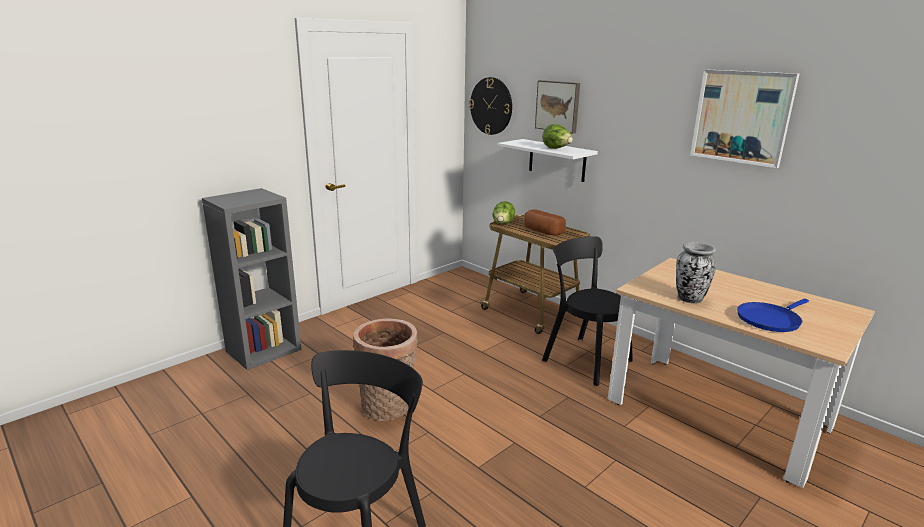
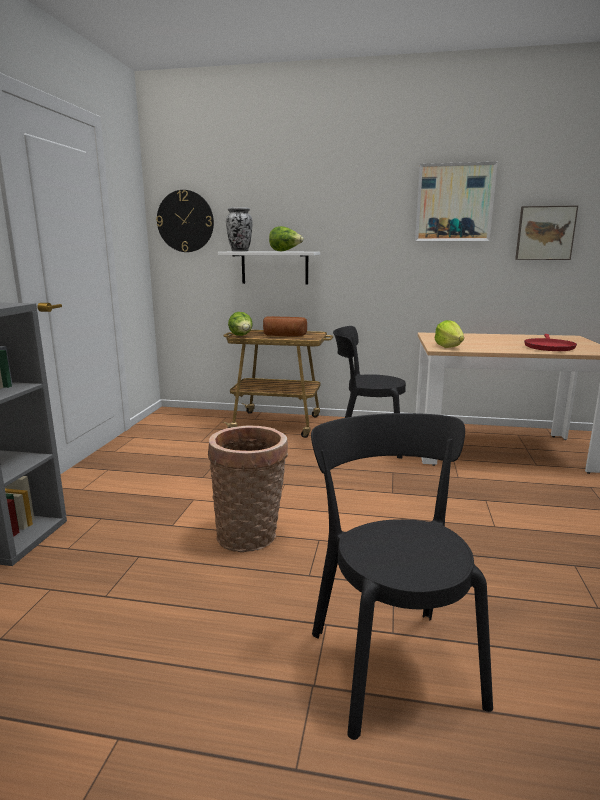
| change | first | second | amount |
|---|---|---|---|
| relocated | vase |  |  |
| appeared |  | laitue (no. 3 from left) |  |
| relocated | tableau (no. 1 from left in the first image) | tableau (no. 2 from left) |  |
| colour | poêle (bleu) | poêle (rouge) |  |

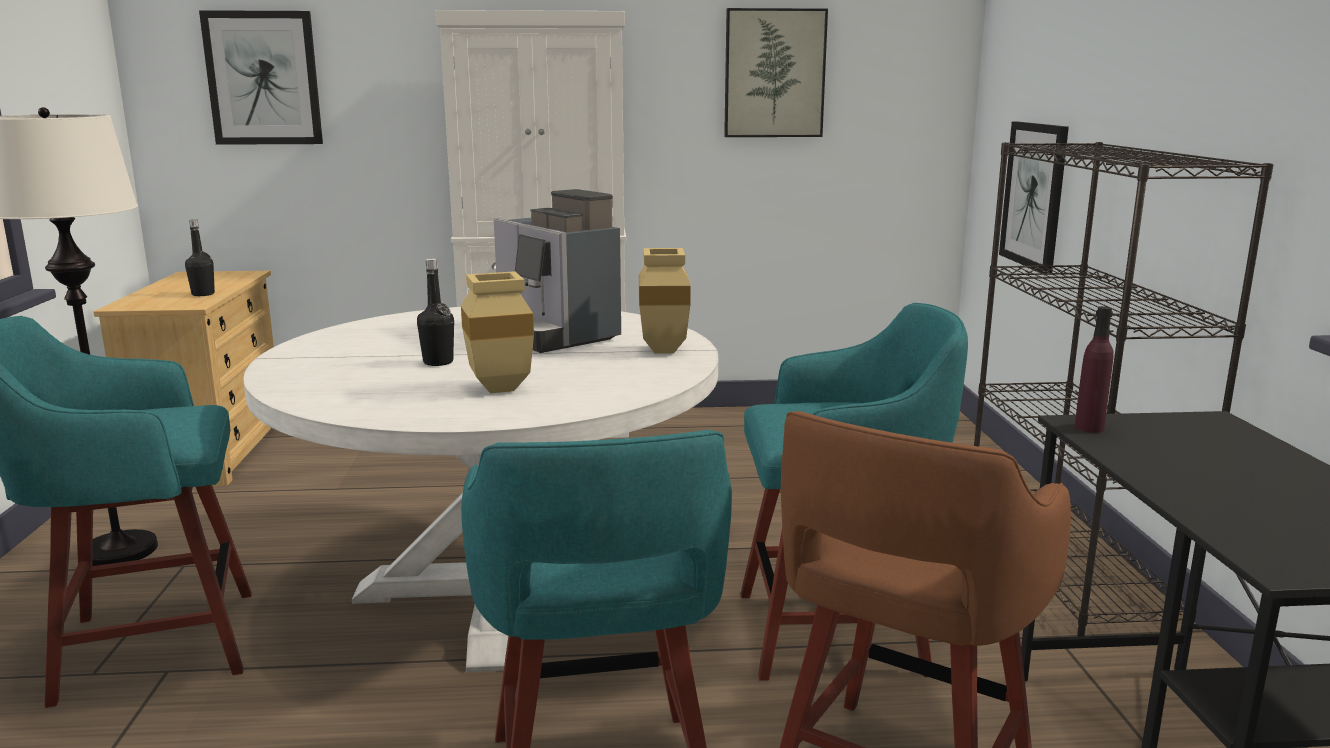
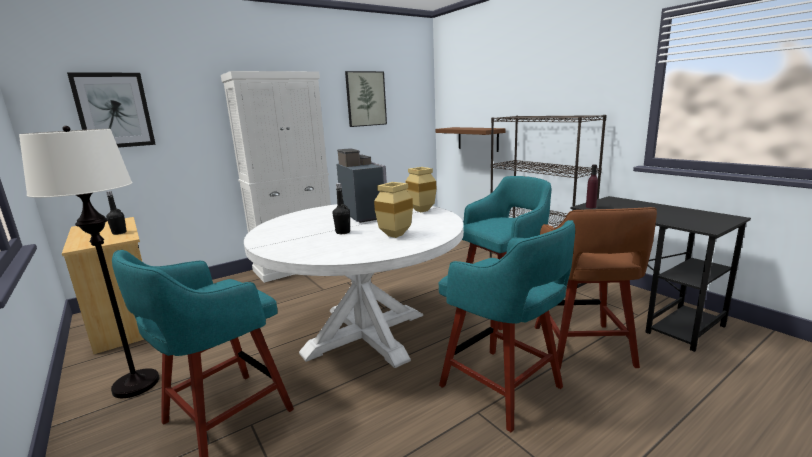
| change | first | second | amount |
|---|---|---|---|
| spun | machine à café |  | 135 degrees counterclockwise |
| exchanged | tableau (no. 3 from left) | étagère (marron) |  |

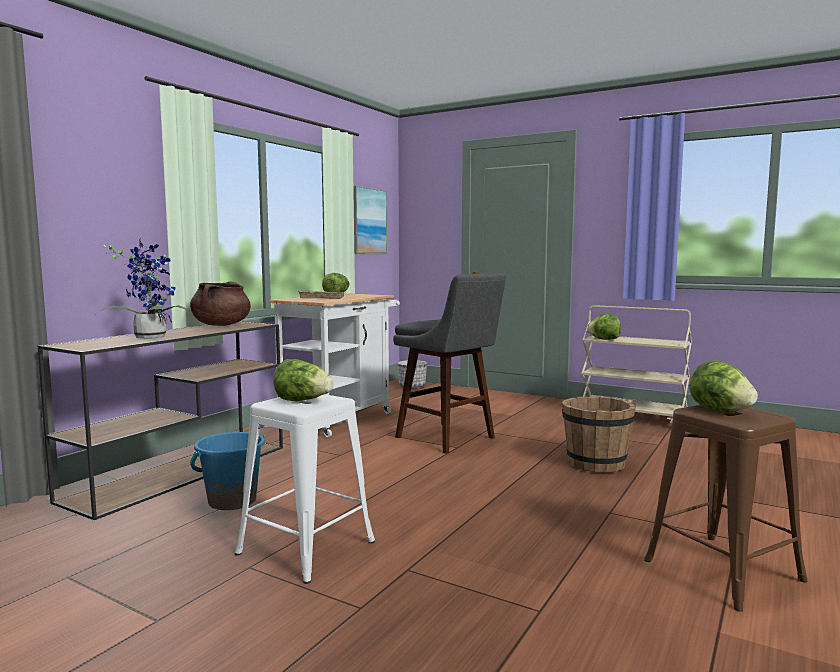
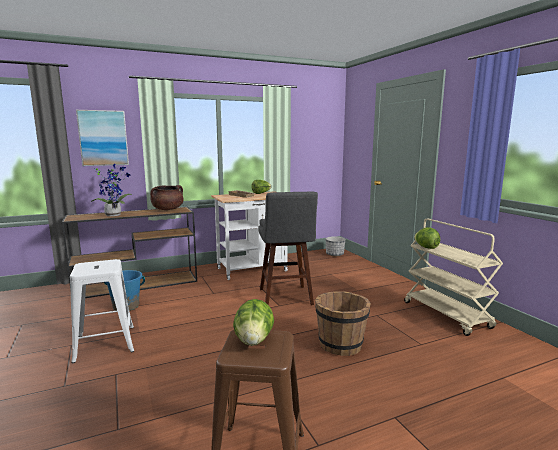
| change | first | second | amount |
|---|---|---|---|
| relocated | tableau |  |  |
| missing | laitue (no. 1 from left) |  |  |

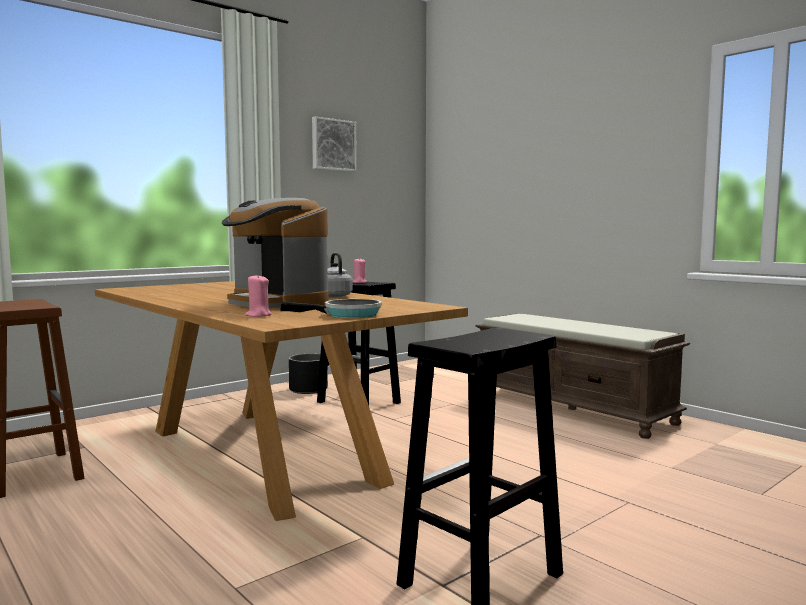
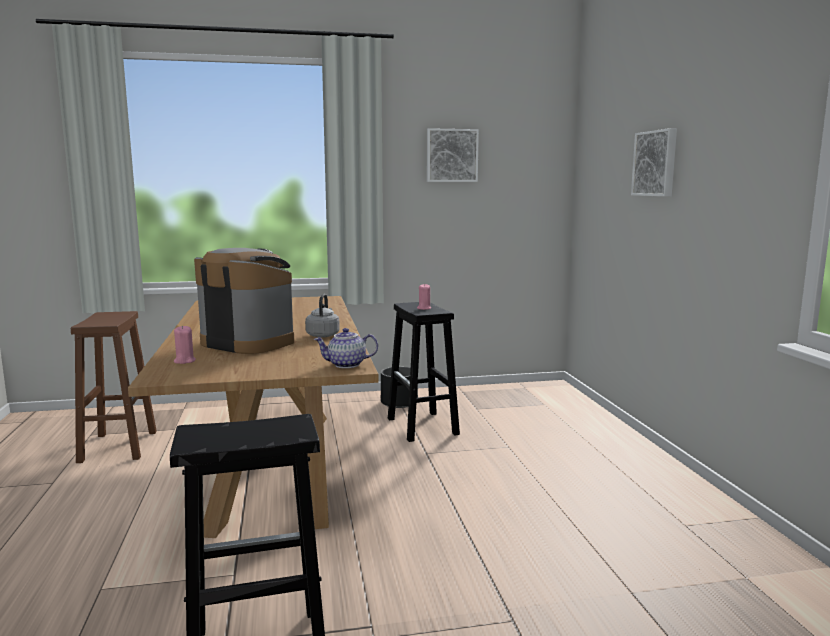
| change | first | second | amount |
|---|---|---|---|
| spun | machine à café |  | 135 degrees clockwise |
| appeared |  | théière |  |
| appeared |  | tableau (no. 2 from left) |  |
| missing | poêle |  |  |
| missing | banc (marron) |  |  |

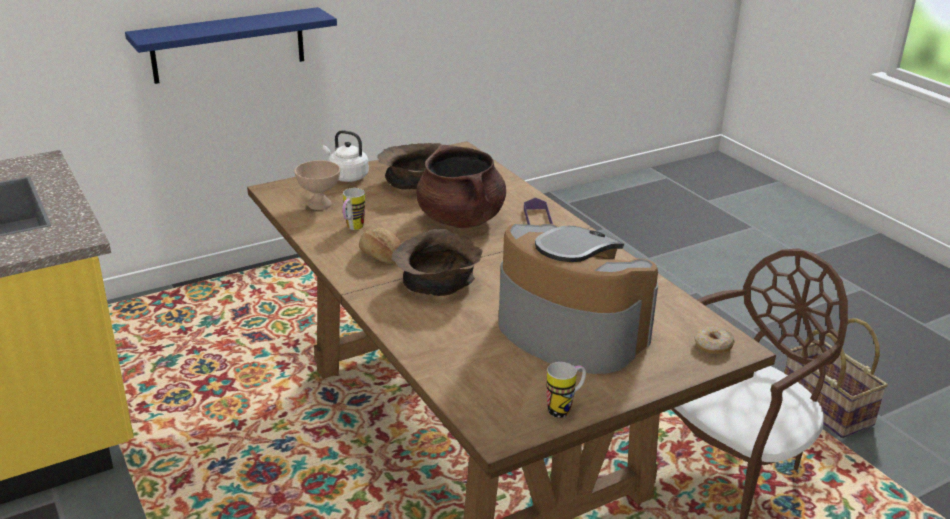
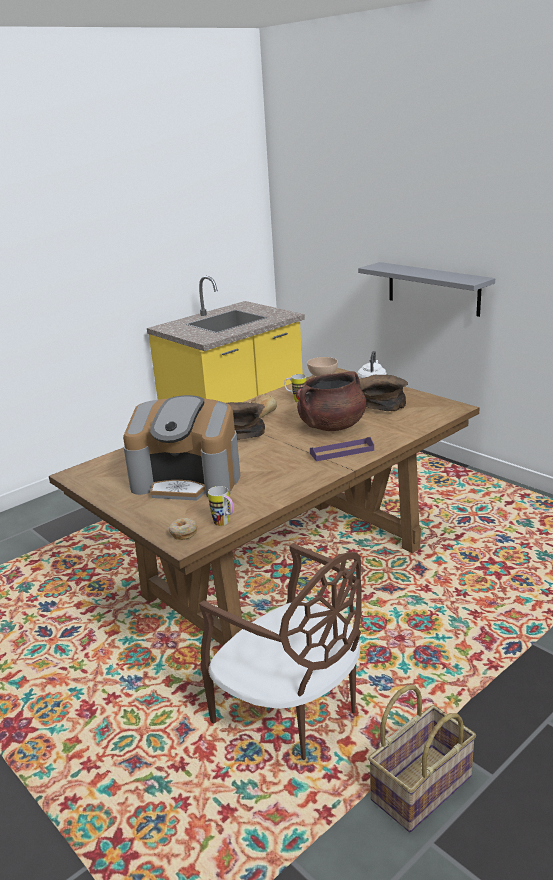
| change | first | second | amount |
|---|---|---|---|
| spun | machine à café |  | 75 degrees clockwise |
| relocated | mug (no. 2 from left in the first image) | mug (no. 1 from left) |  |
| colour | étagère (bleu) | étagère (gris) |  |

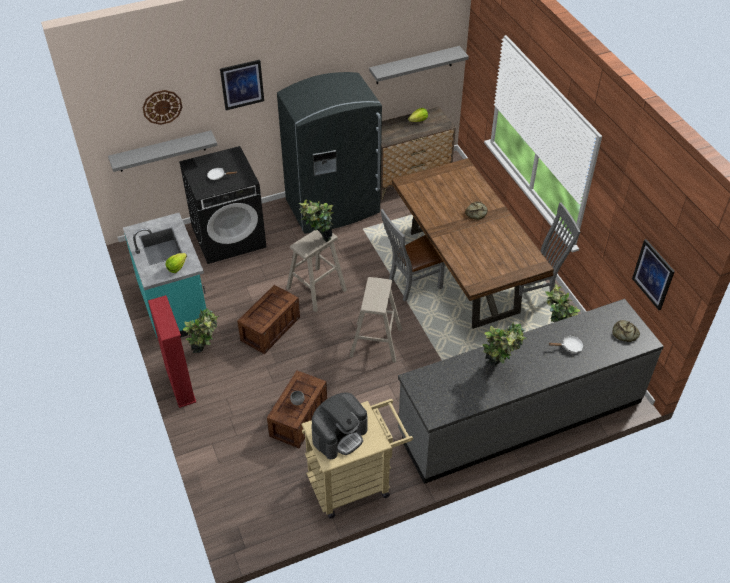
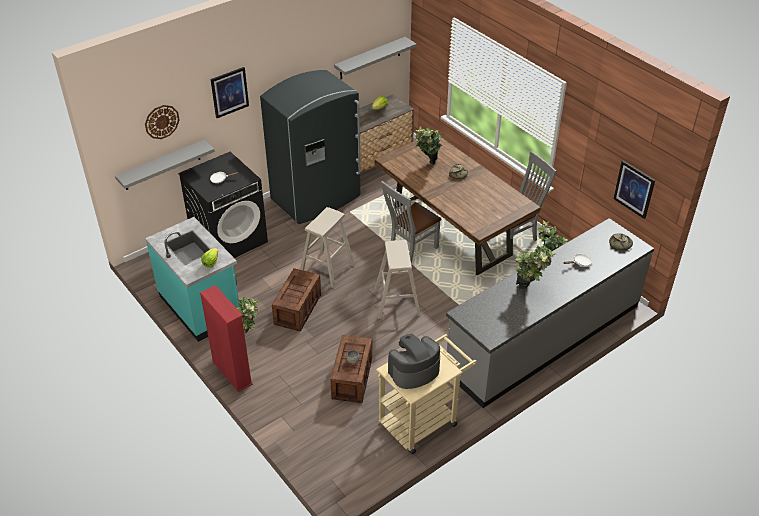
| change | first | second | amount |
|---|---|---|---|
| spun | machine à café |  | 150 degrees counterclockwise |
| relocated | plante en pot (no. 2 from left) |  |  |

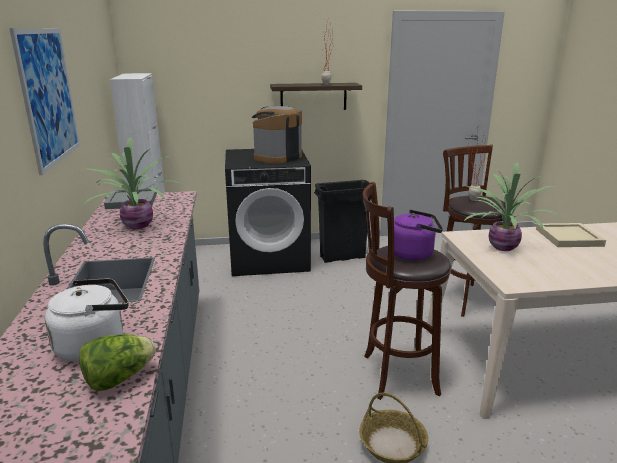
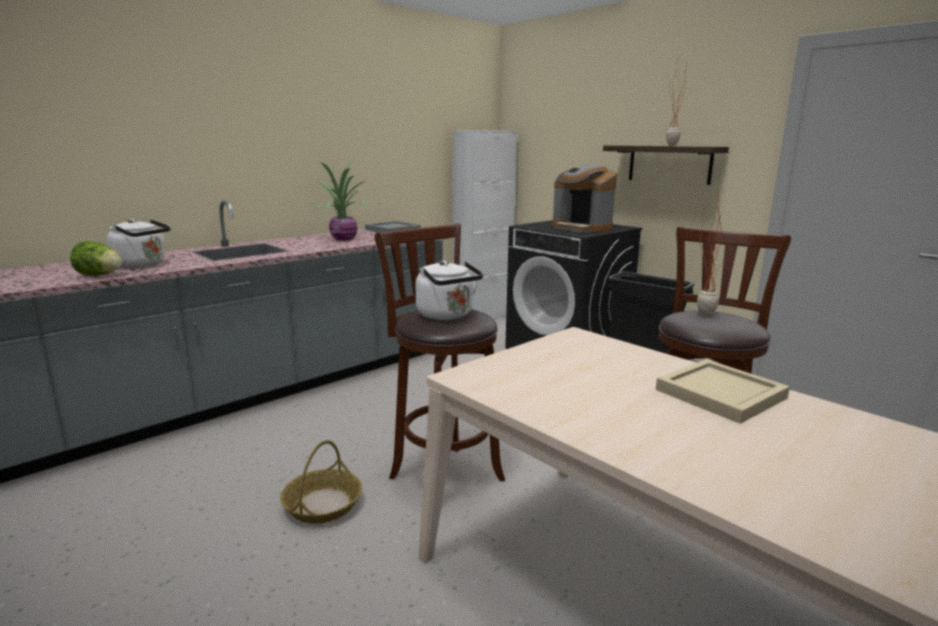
| change | first | second | amount |
|---|---|---|---|
| colour | bouilloire (violet) | bouilloire (blanc) (no. 2 from left) |  |
| spun | machine à café |  | 135 degrees counterclockwise |
| missing | tableau |  |  |
| missing | plante en pot (no. 4 from left) |  |  |

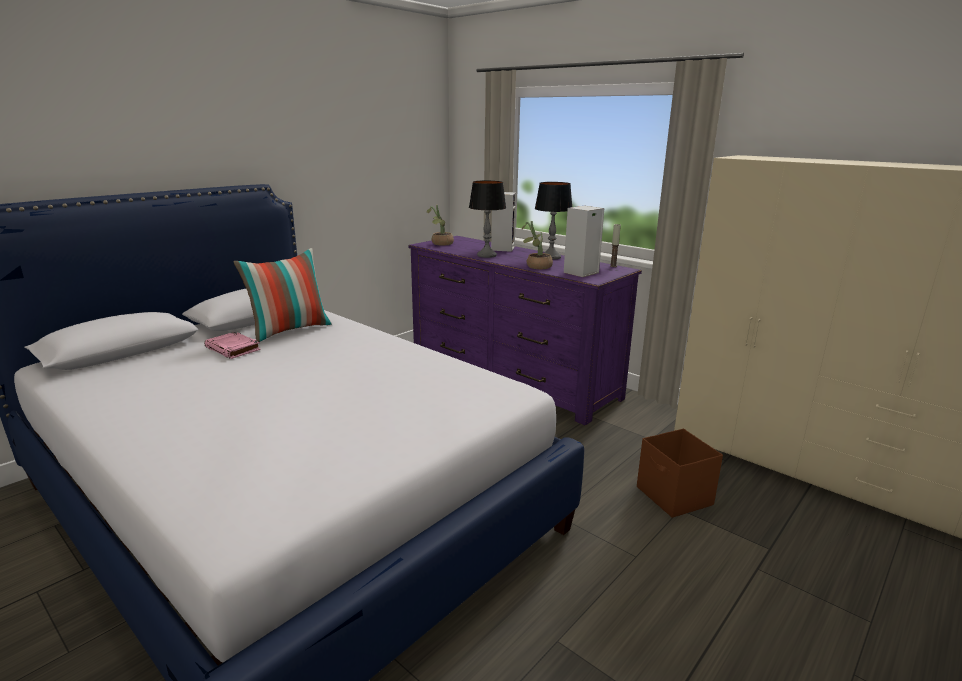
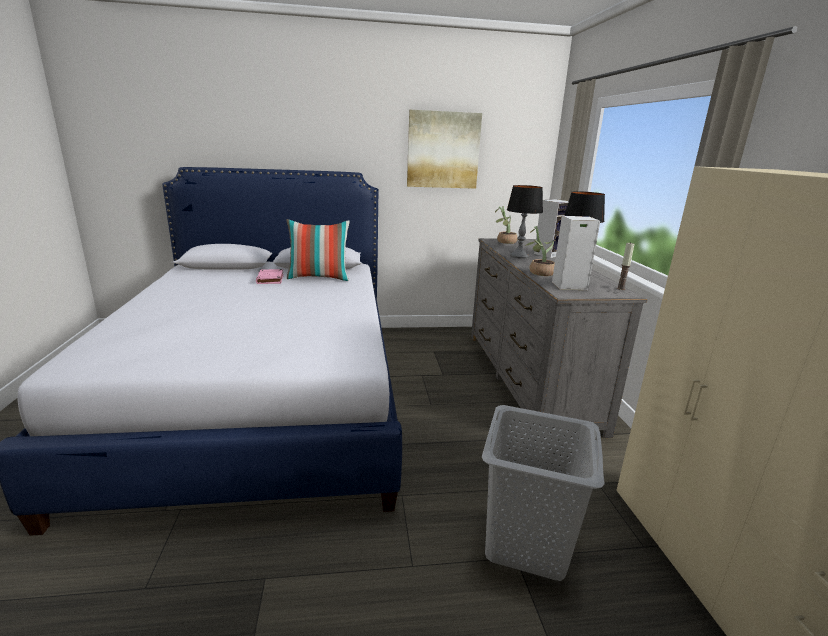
| change | first | second | amount |
|---|---|---|---|
| appeared |  | tableau |  |
| colour | commode (violet) | commode (gris) |  |
| exchanged | boîte de rangement (marron) | panier à linge (gris) |  |

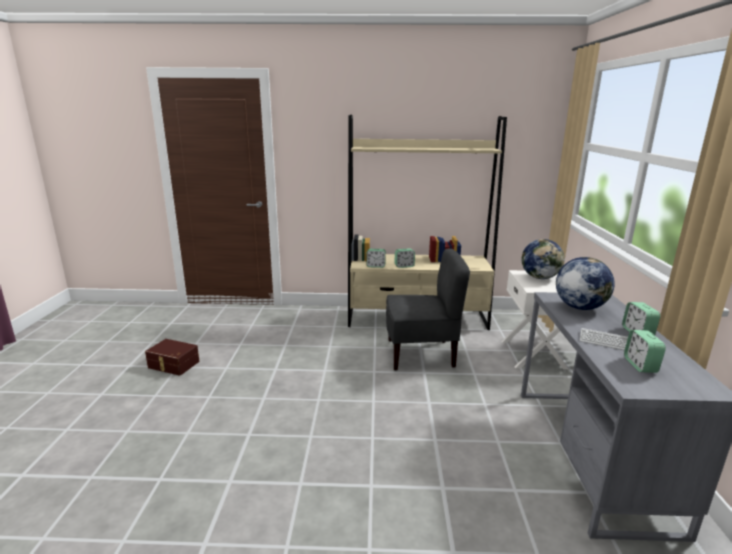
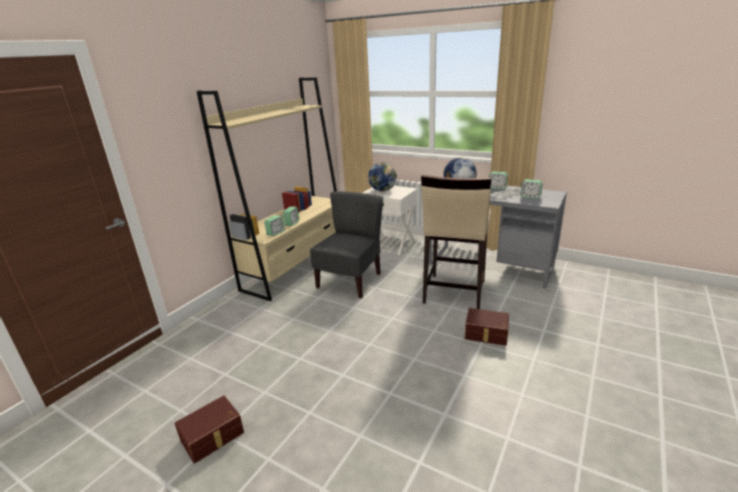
| change | first | second | amount |
|---|---|---|---|
| appeared |  | tabouret (beige) |  |
| appeared |  | boîte de rangement (marron) (no. 2 from left) |  |

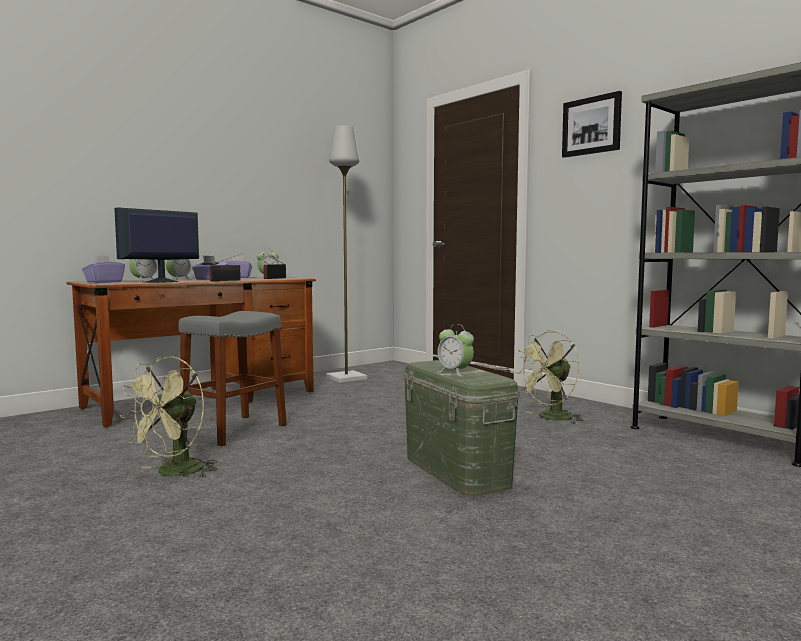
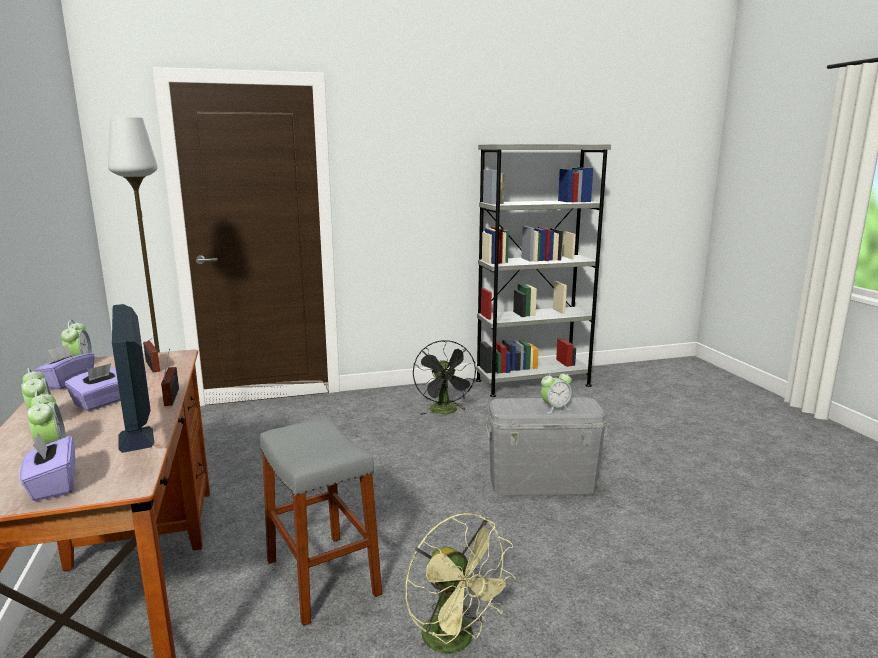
| change | first | second | amount |
|---|---|---|---|
| colour | ventilateur (vert) (no. 2 from left) | ventilateur (noir) |  |
| colour | boîte de rangement (vert) | boîte de rangement (gris) |  |
| missing | tableau |  |  |

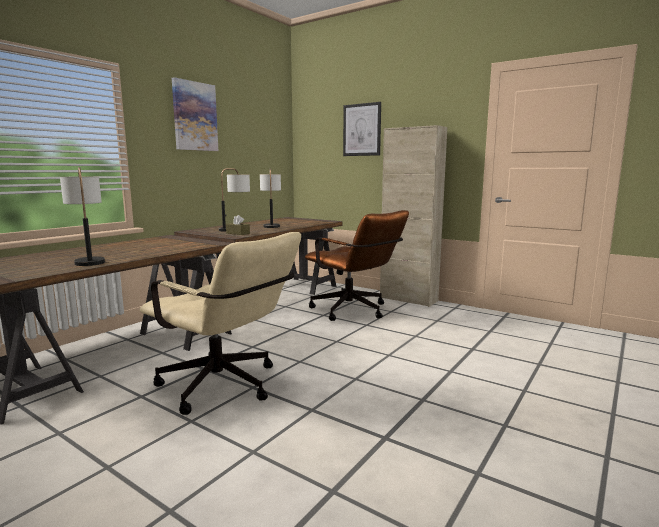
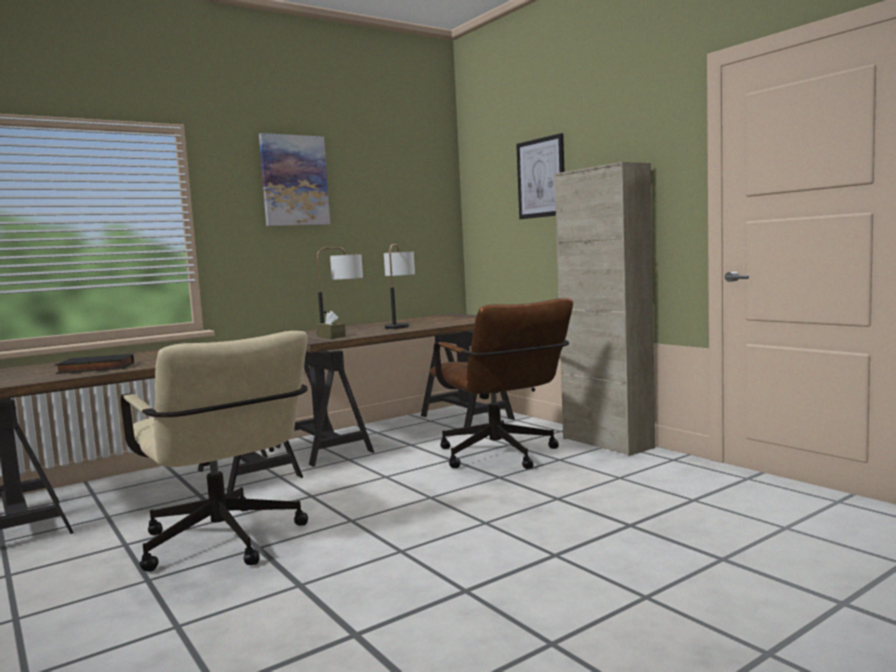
| change | first | second | amount |
|---|---|---|---|
| exchanged | lampe de table (no. 1 from left) | livre (noir) |  |

